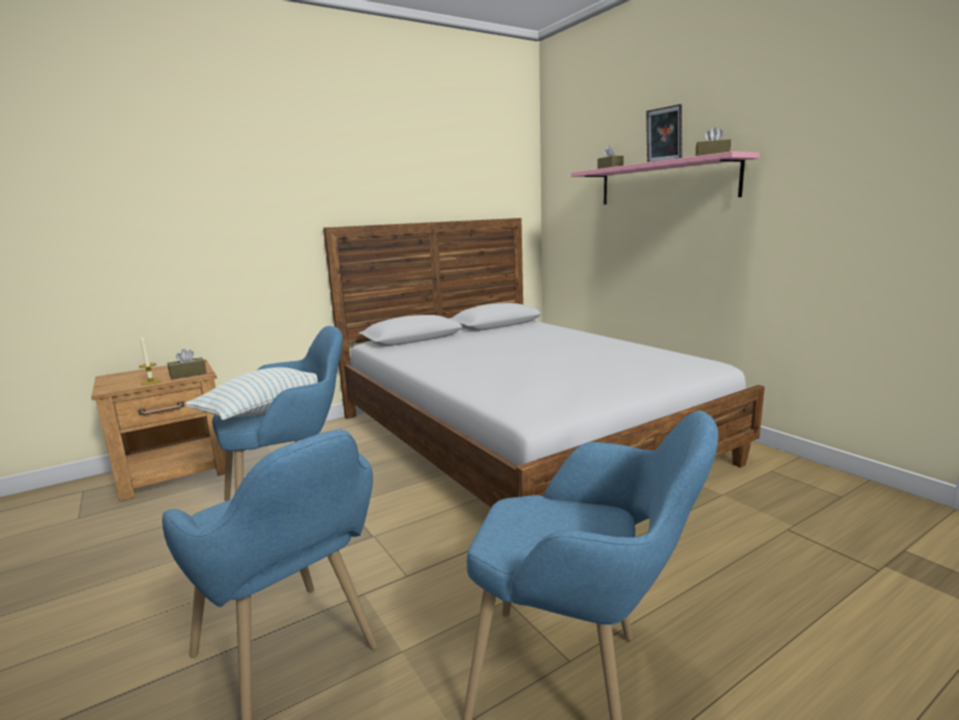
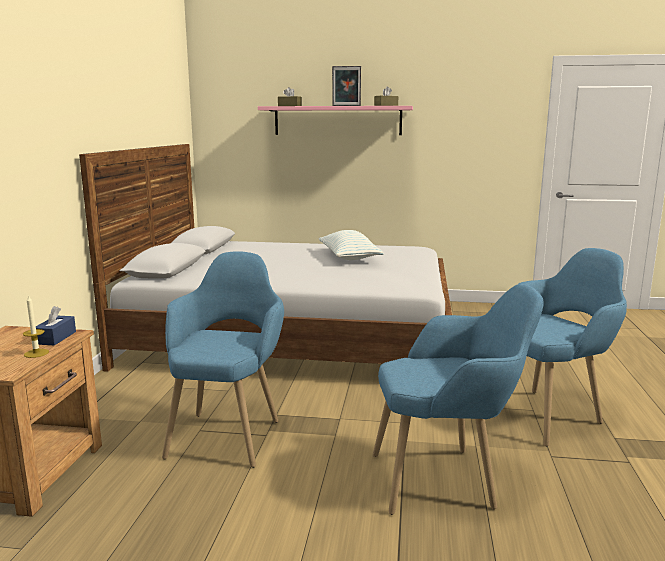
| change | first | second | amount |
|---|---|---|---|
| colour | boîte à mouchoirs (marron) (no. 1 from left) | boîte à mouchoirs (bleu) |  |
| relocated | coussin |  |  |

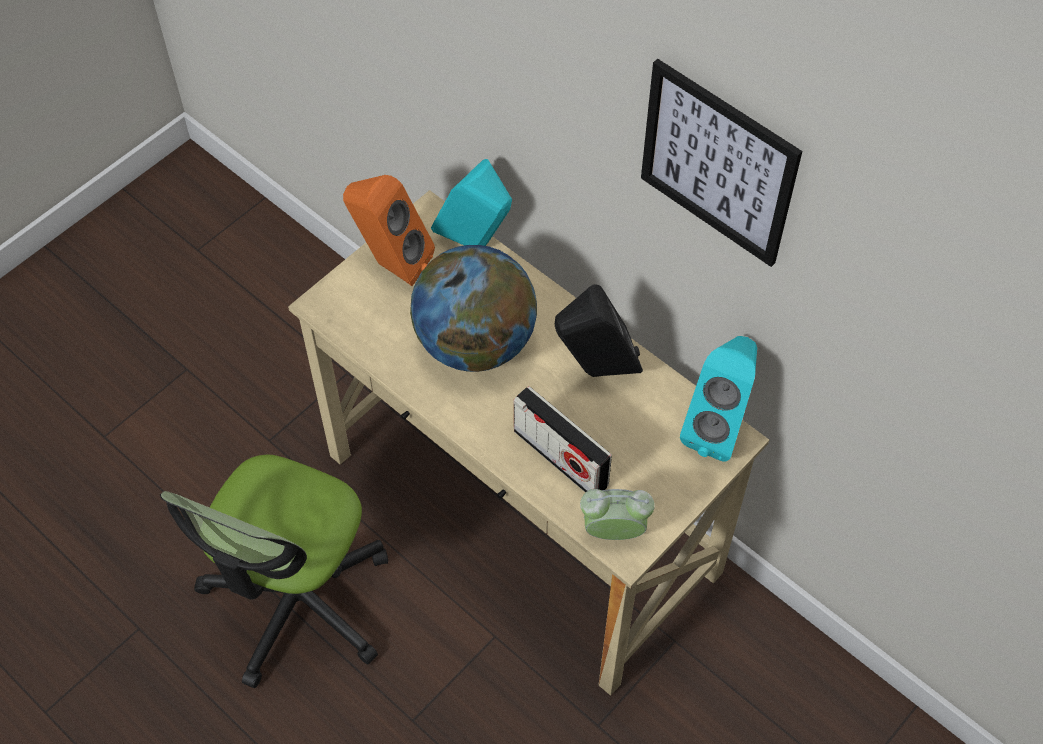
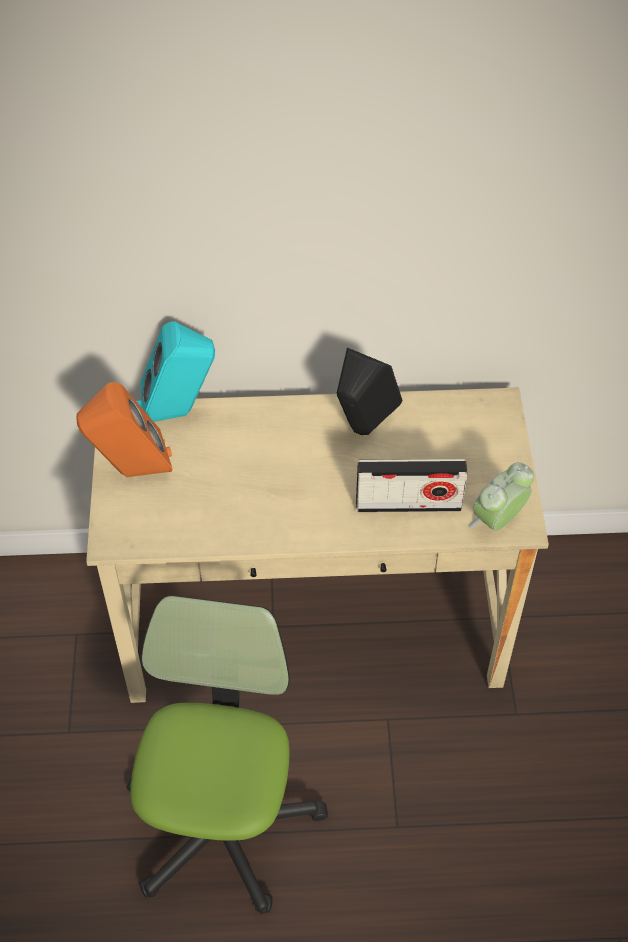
| change | first | second | amount |
|---|---|---|---|
| spun | chaise de bureau |  | 150 degrees counterclockwise |
| missing | globe |  |  |
| missing | tableau |  |  |
| missing | enceinte (turquoise) (no. 2 from left) |  |  |

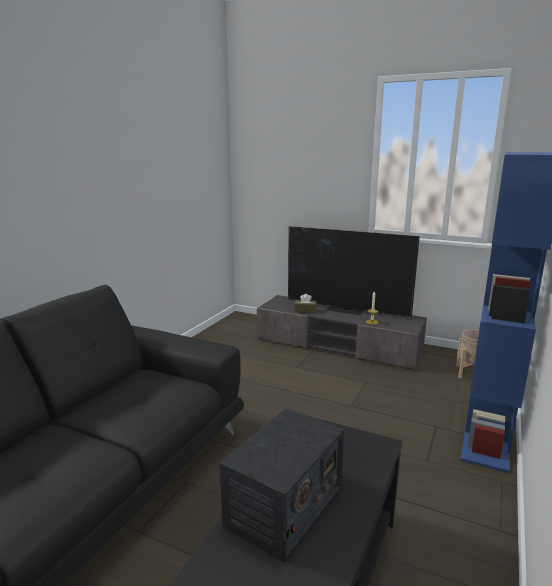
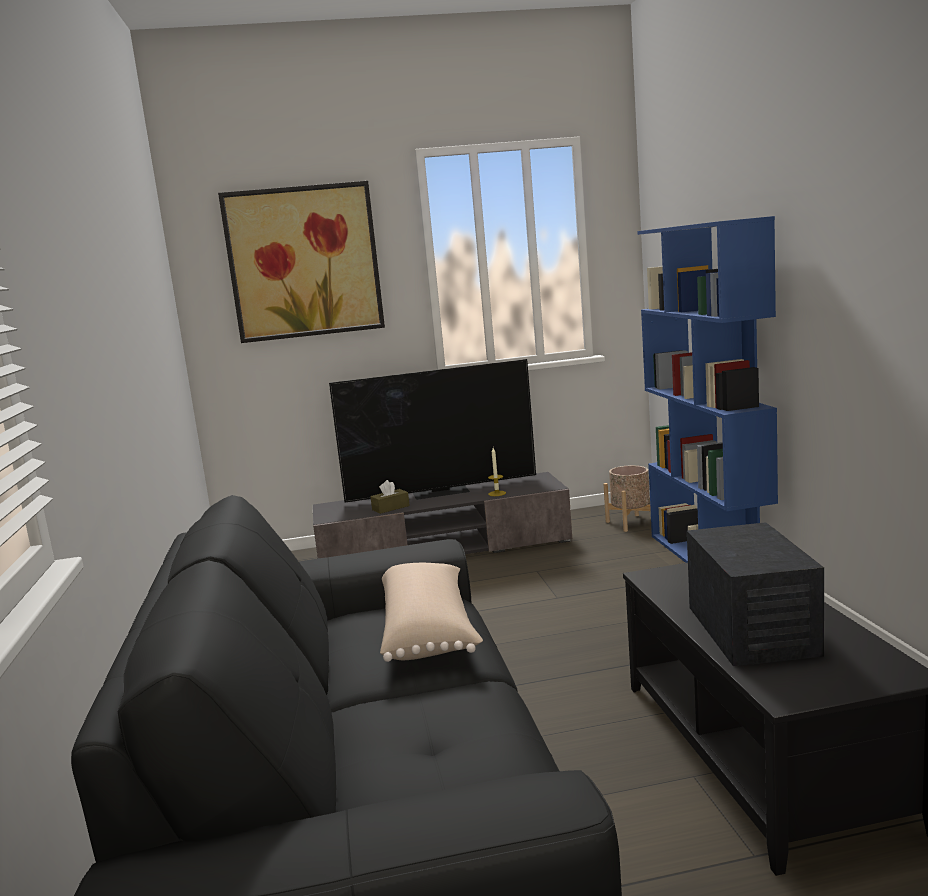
| change | first | second | amount |
|---|---|---|---|
| appeared |  | tableau |  |
| appeared |  | coussin (beige) |  |

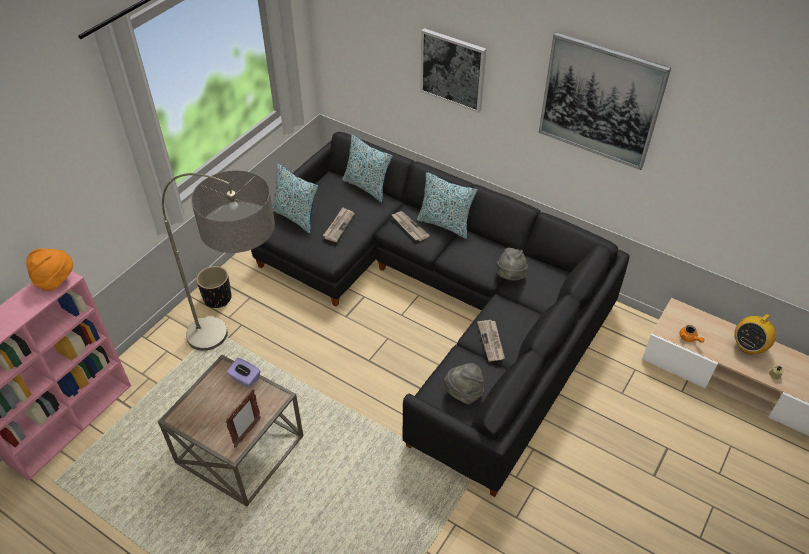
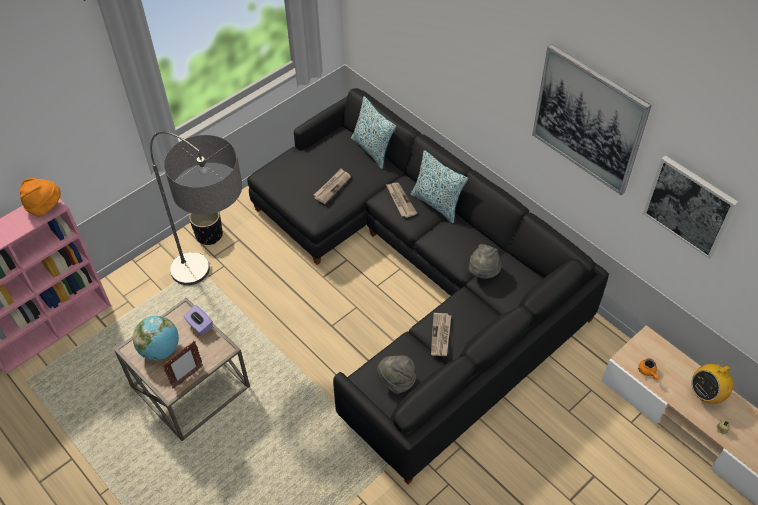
| change | first | second | amount |
|---|---|---|---|
| appeared |  | globe |  |
| relocated | tableau (no. 1 from left in the first image) | tableau (no. 2 from left) |  |
| missing | coussin (no. 1 from left) |  |  |

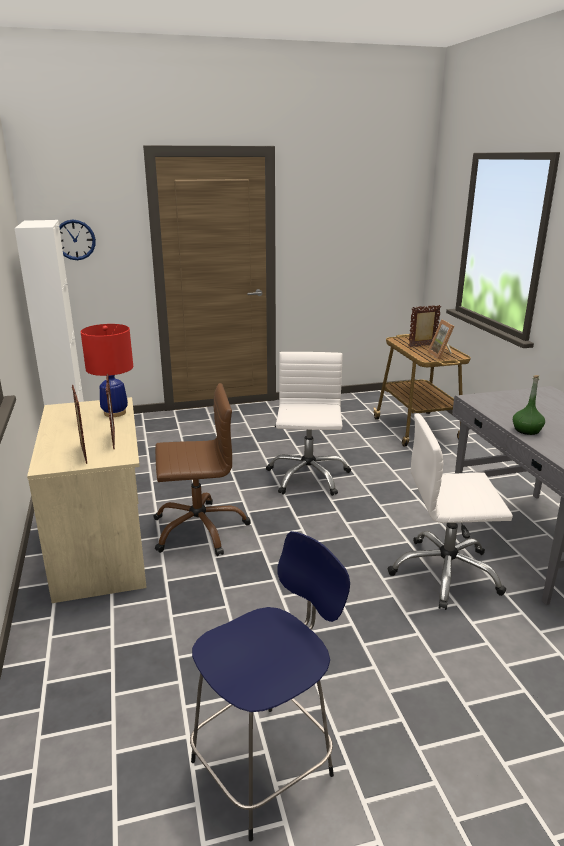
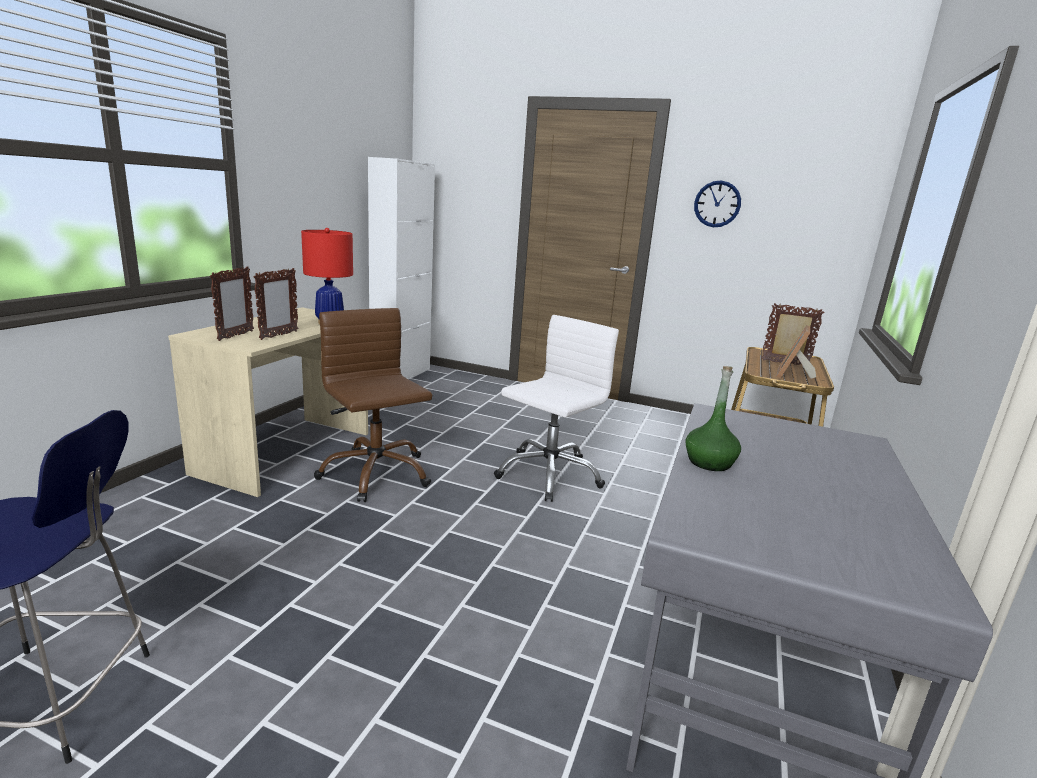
| change | first | second | amount |
|---|---|---|---|
| spun | chaise de bureau (marron) |  | 150 degrees counterclockwise |
| relocated | horloge murale |  |  |
| missing | chaise de bureau (blanc) (no. 2 from left) |  |  |

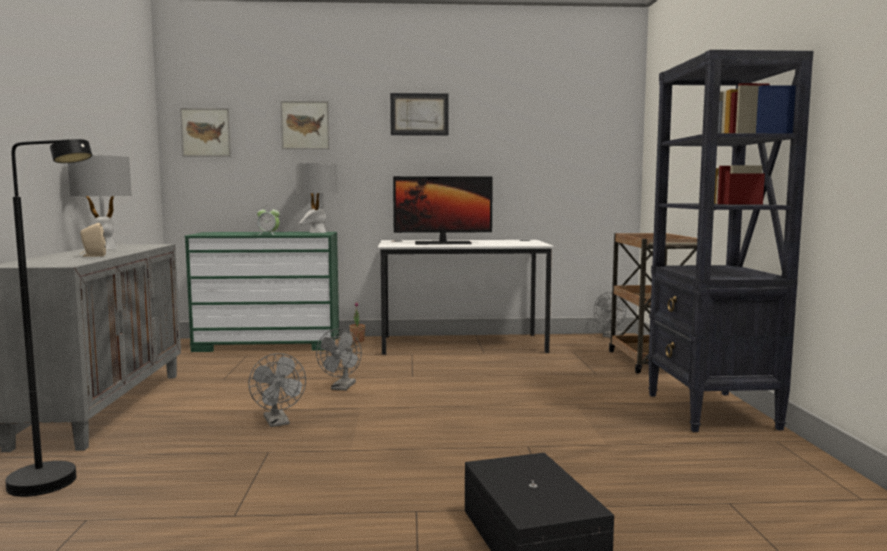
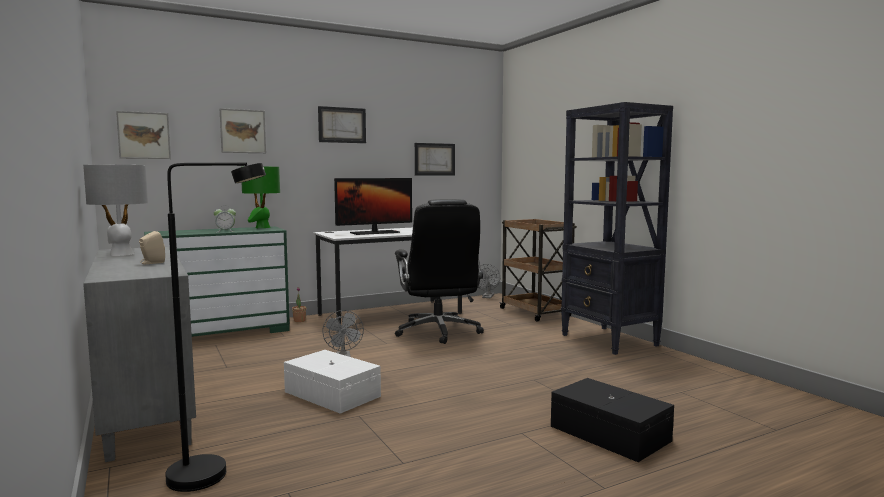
| change | first | second | amount |
|---|---|---|---|
| colour | lampe de table (gris) (no. 2 from left) | lampe de table (vert) |  |
| exchanged | ventilateur (gris) (no. 1 from left) | boîte de rangement (blanc) |  |
| appeared |  | chaise de bureau (noir) |  |
| appeared |  | tableau (no. 4 from left) |  |

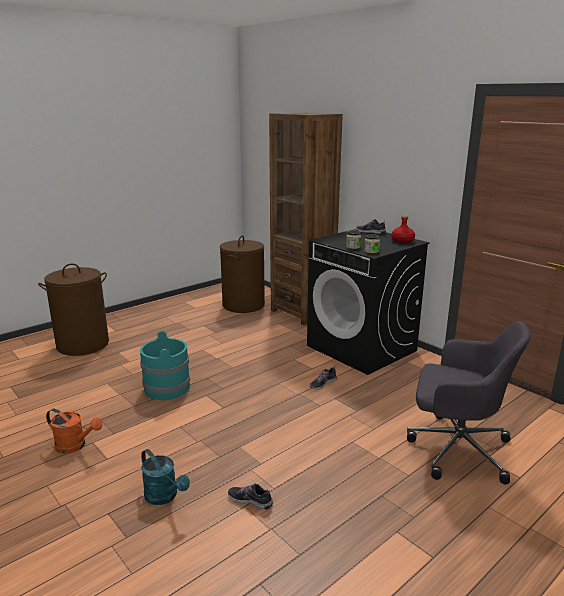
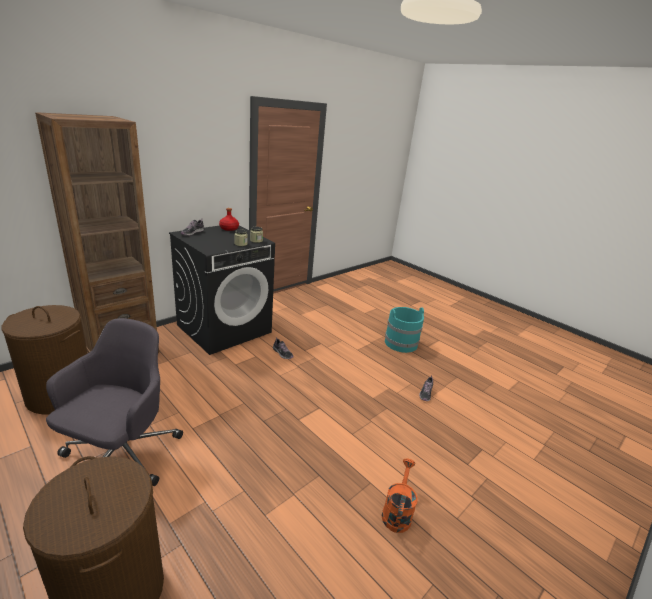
| change | first | second | amount |
|---|---|---|---|
| relocated | chaise de bureau (gris) |  |  |
| relocated | seau (turquoise) |  |  |
| missing | arrosoir (turquoise) |  |  |

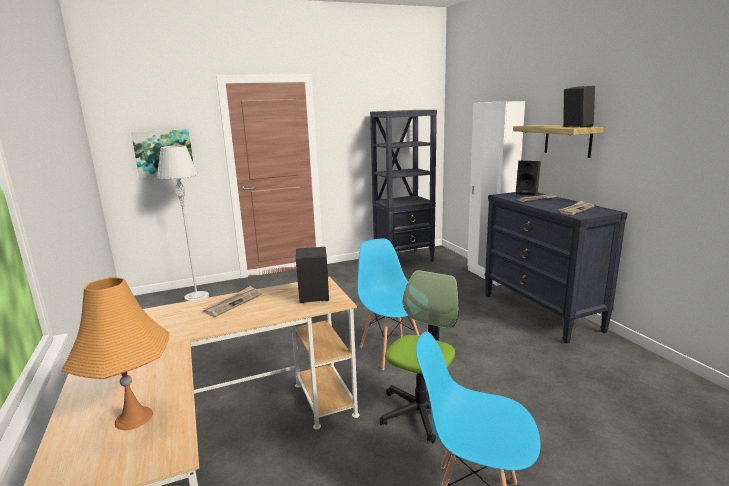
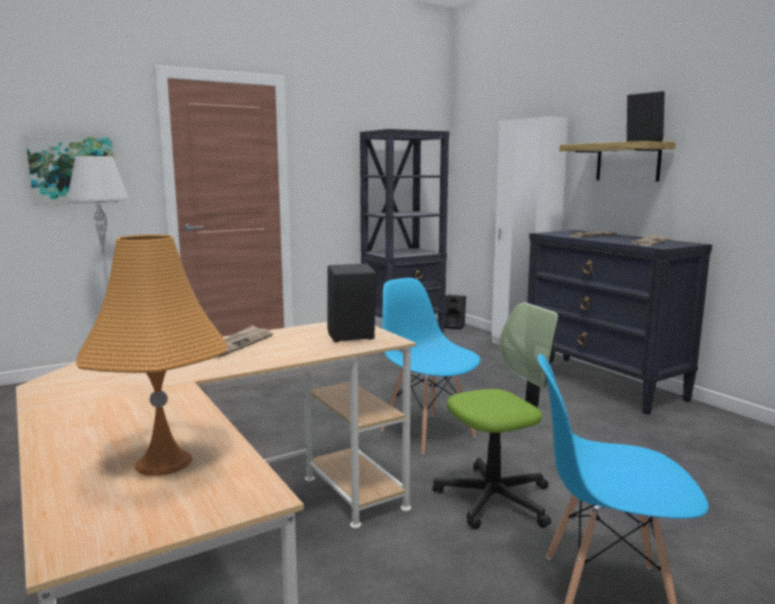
| change | first | second | amount |
|---|---|---|---|
| spun | chaise de bureau |  | 45 degrees clockwise |
| relocated | enceinte (noir) (no. 2 from left) |  |  |

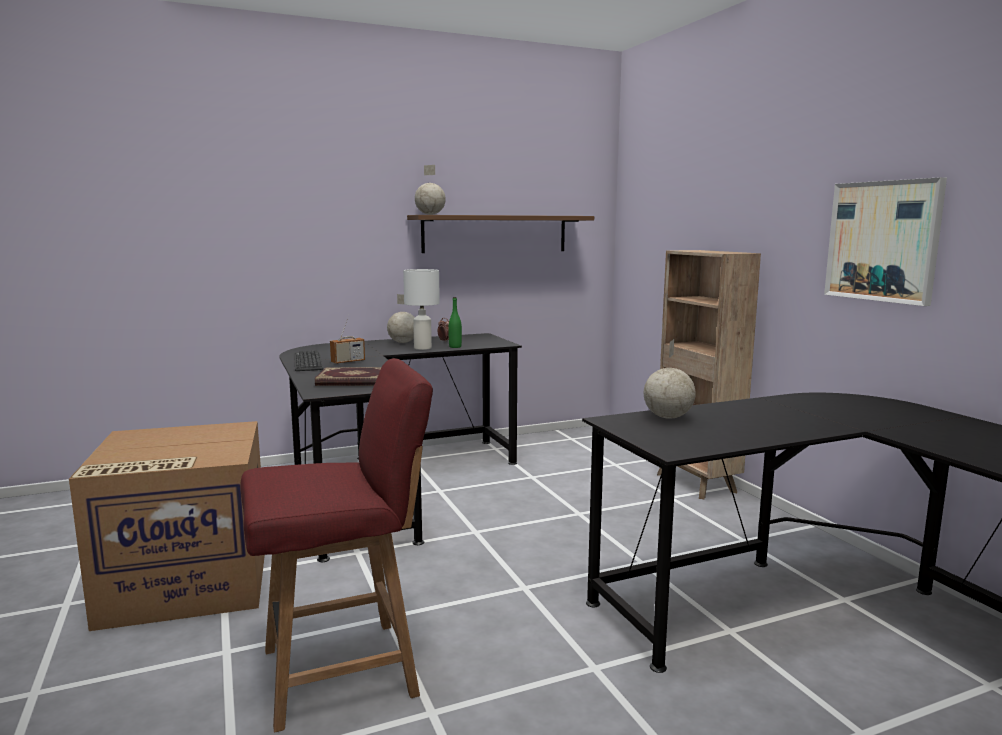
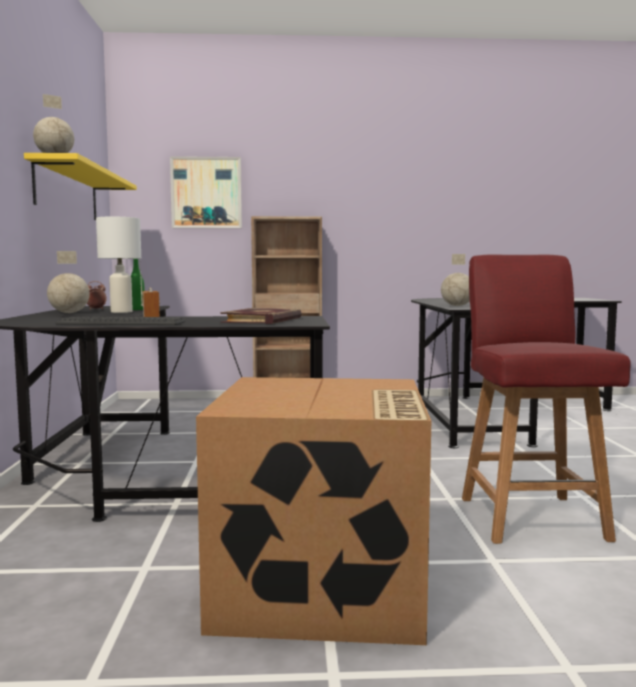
| change | first | second | amount |
|---|---|---|---|
| colour | étagère (marron) | étagère (jaune) |  |
| relocated | tableau |  |  |

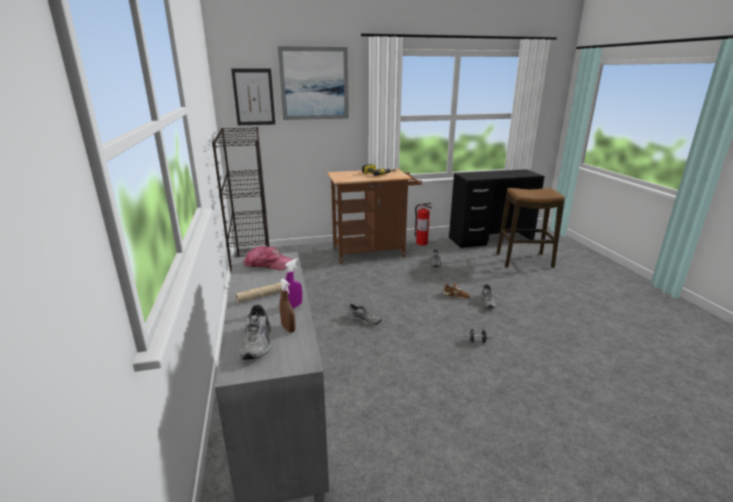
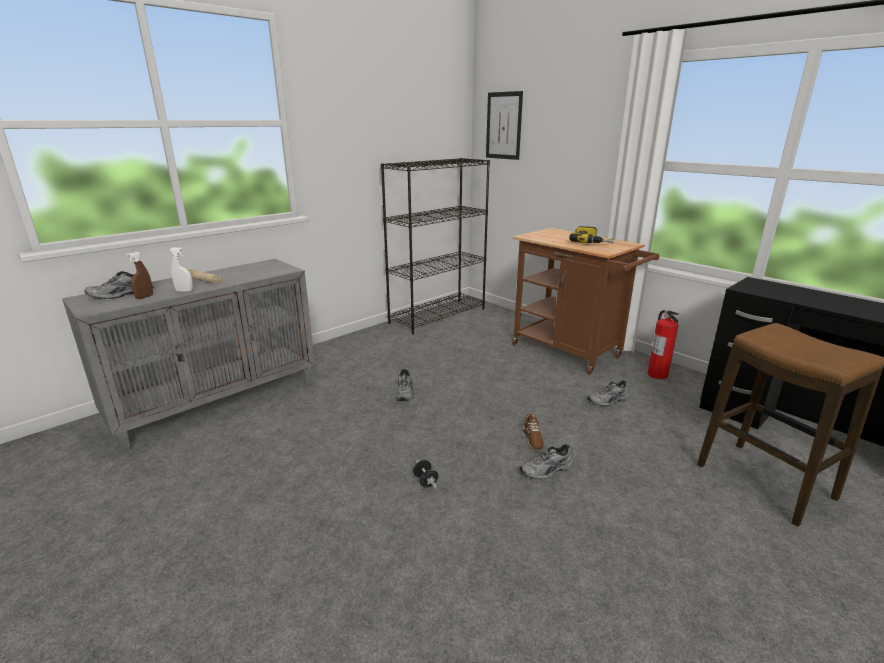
| change | first | second | amount |
|---|---|---|---|
| colour | vaporisateur (violet) | vaporisateur (blanc) |  |
| missing | casquette |  |  |
| missing | tableau (no. 2 from left) |  |  |

